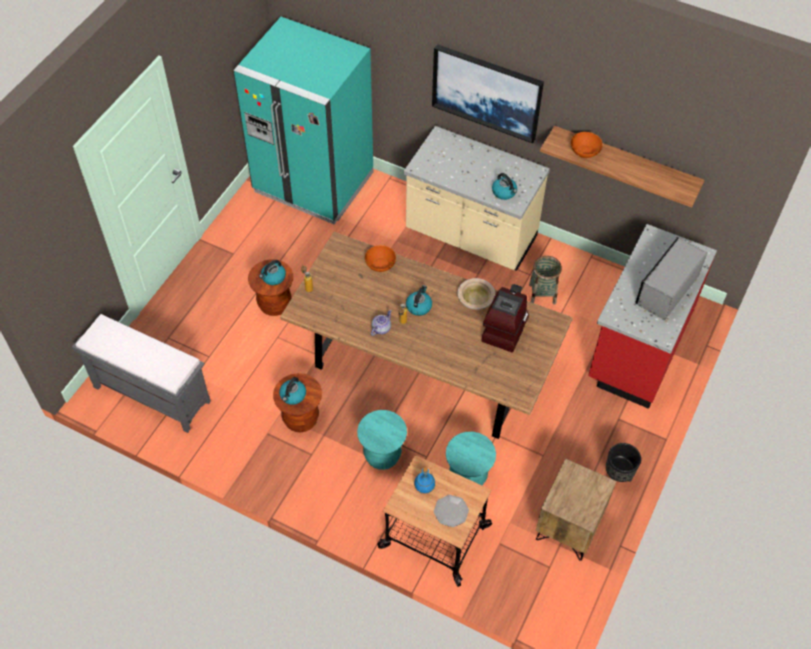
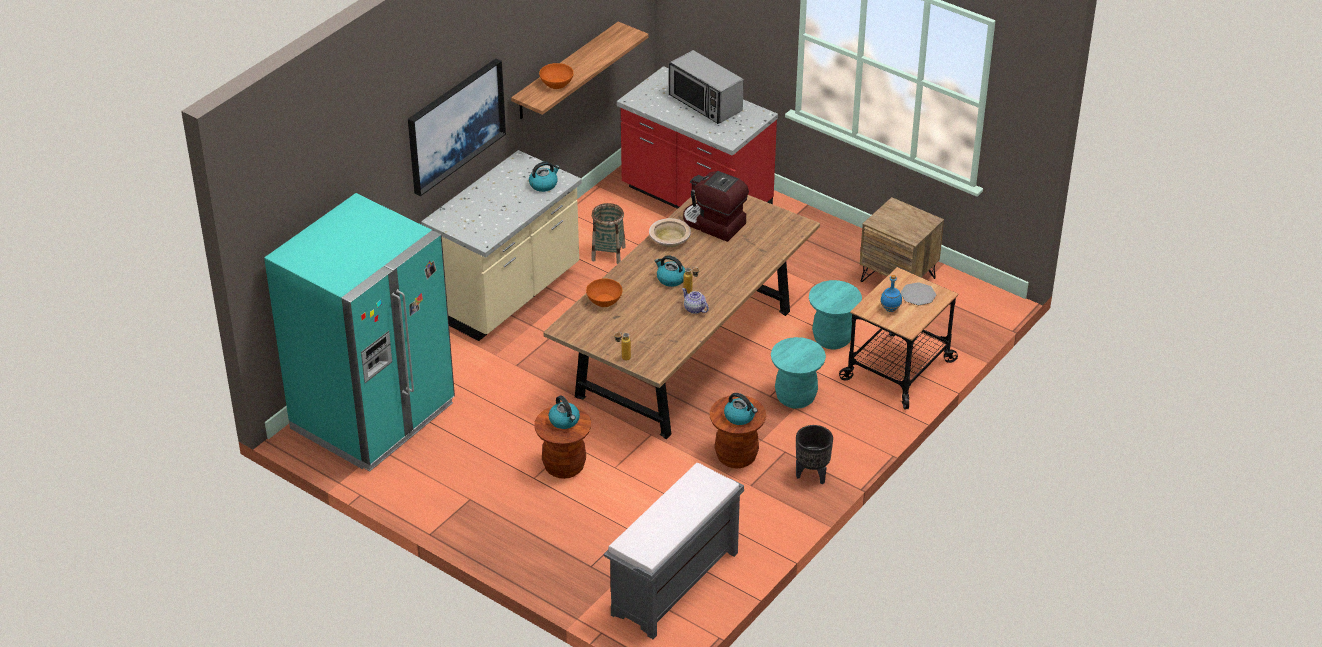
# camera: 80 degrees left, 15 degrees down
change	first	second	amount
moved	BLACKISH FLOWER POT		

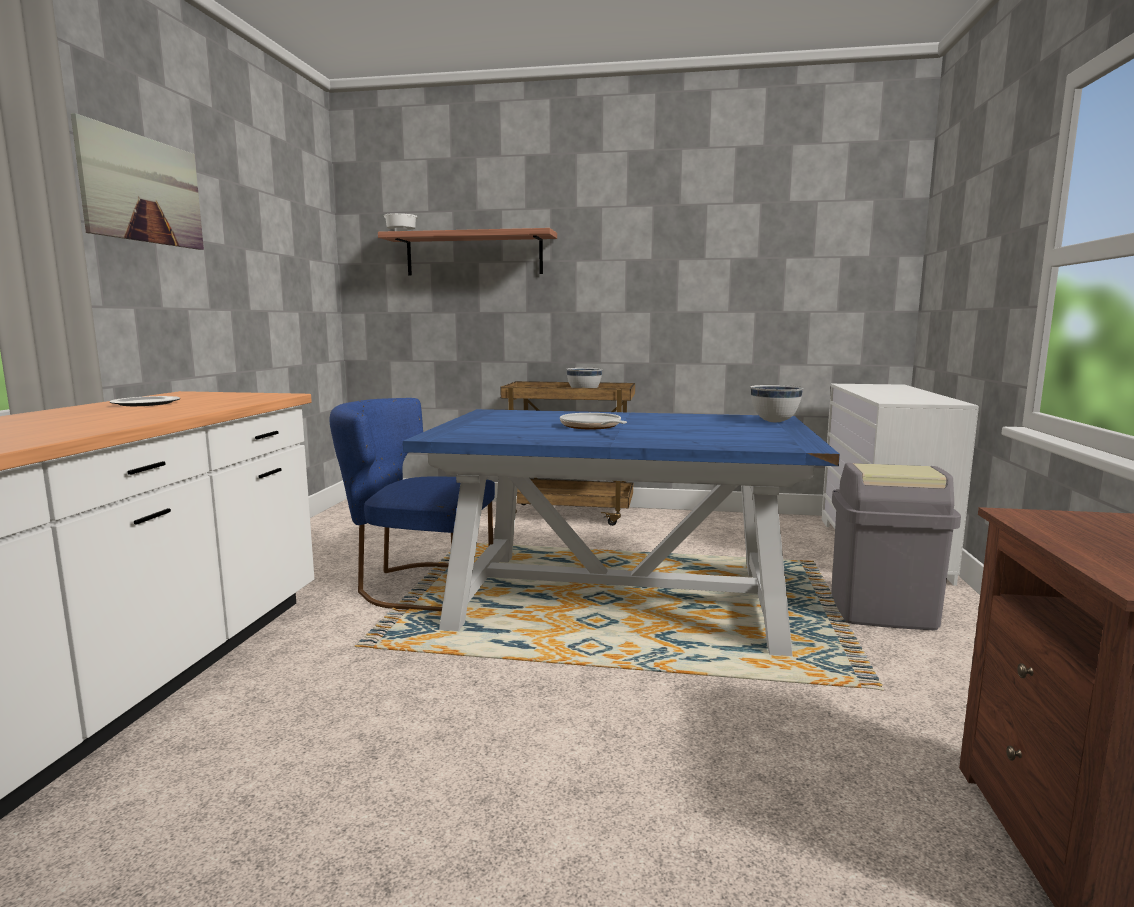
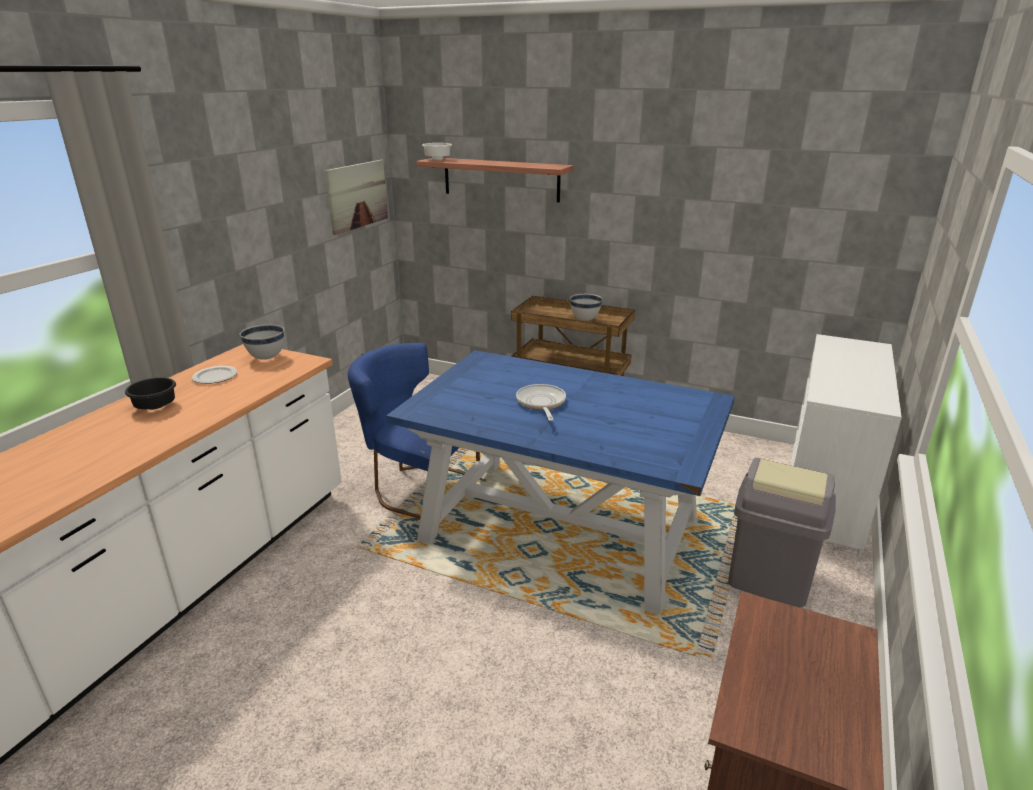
# camera: 15 degrees right, 15 degrees up
change	first	second	amount
moved	WALL ART		
moved	WHITE-COLOURED DEEP DISH (3rd from left in the first image)	WHITE-COLOURED DEEP DISH (1st from left)	
added		BLACKISH DEEP DISH	

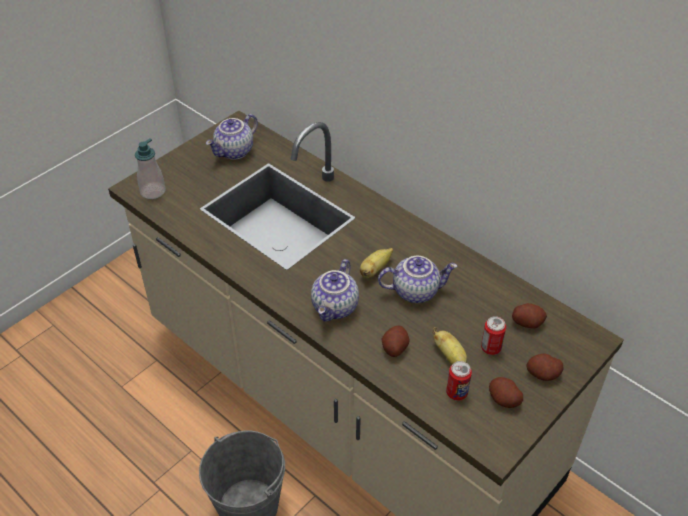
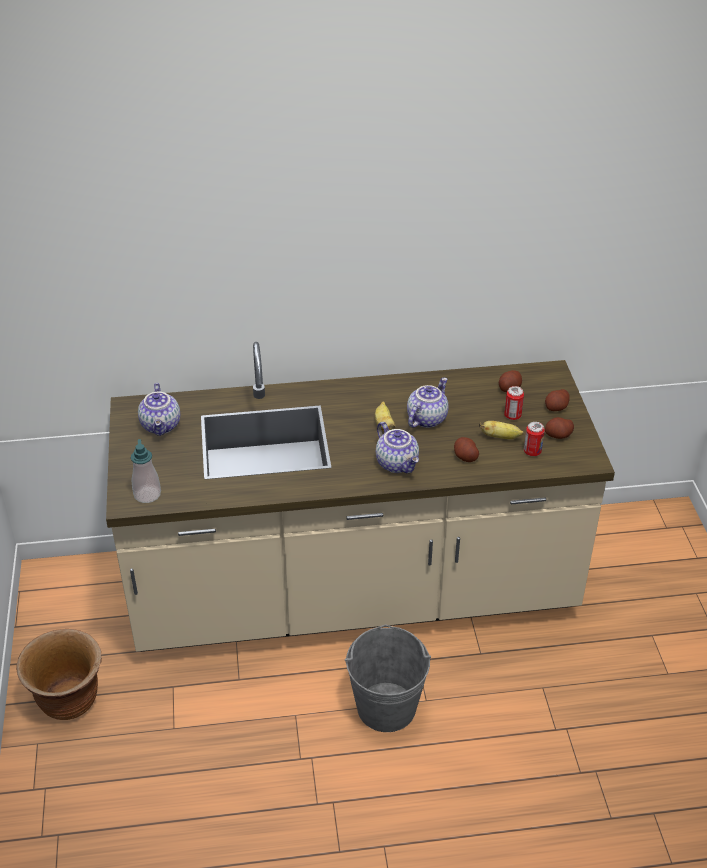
# camera: 50 degrees left, 5 degrees down
change	first	second	amount
added		BROWN-COLOURED FLOWER POT	

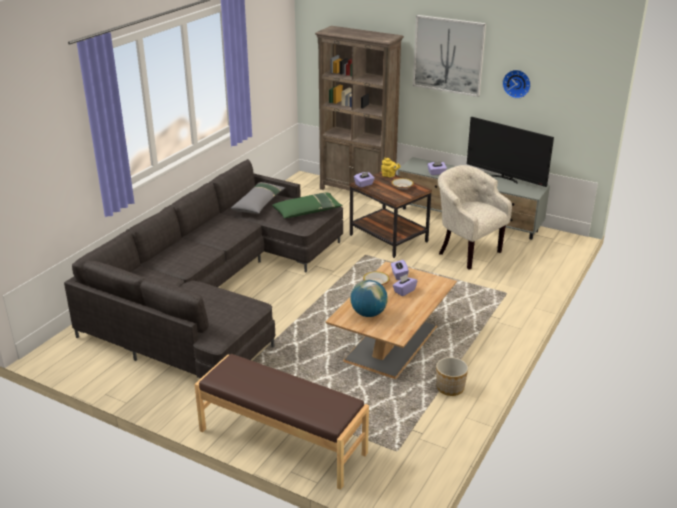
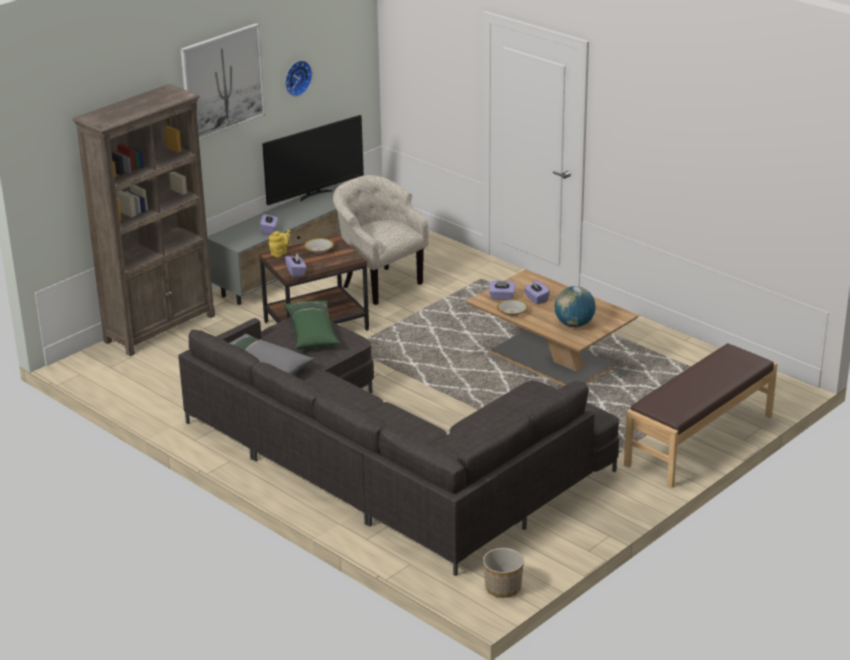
# camera: 75 degrees left, 0 degrees up
change	first	second	amount
turned	BEIGE EASY CHAIR		75 degrees clockwise
moved	FLOWER POT		

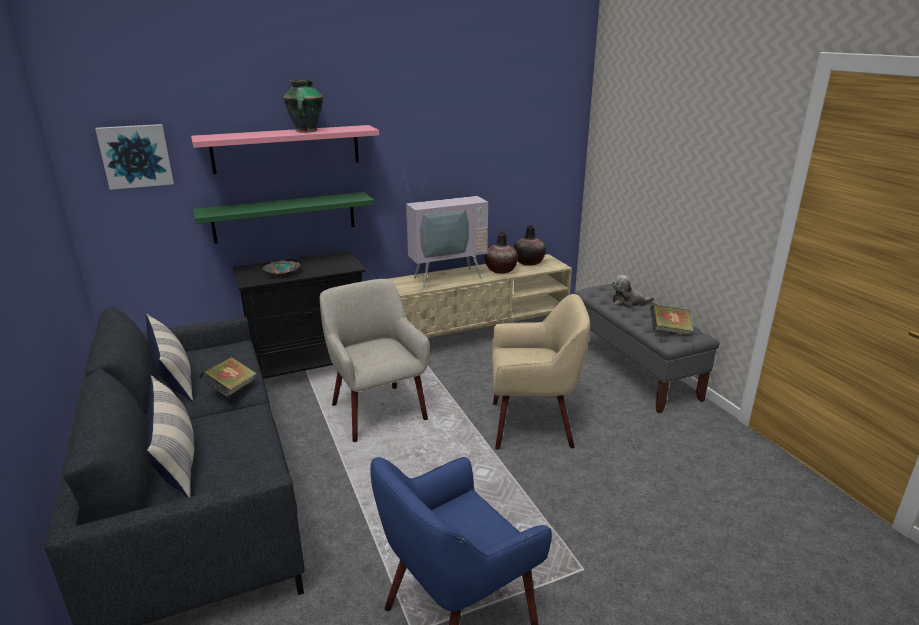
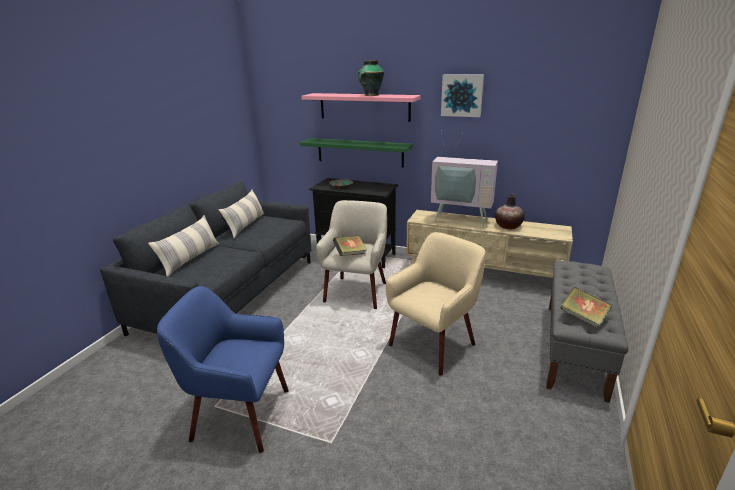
# camera: 45 degrees right, 0 degrees up
change	first	second	amount
moved	WALL ART		
removed	VASE (3rd from left)		
removed	CUDDLY TOY		
turned	BEIGE EASY CHAIR (2nd from left)		90 degrees counterclockwise
moved	BOUND BOOK (1st from left)		

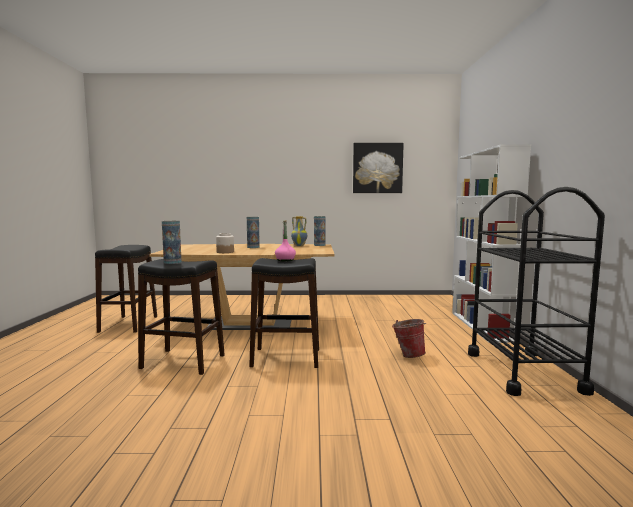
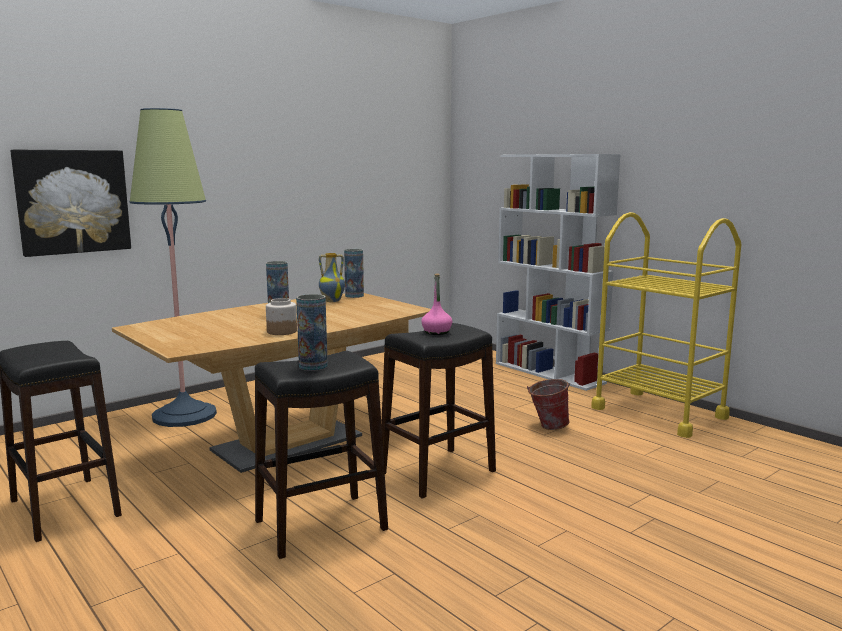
# camera: 40 degrees left, 5 degrees up
change	first	second	amount
moved	WALL ART		
recoloured	BLACKISH CART	YELLOW CART	
added		STANDARD LAMP	

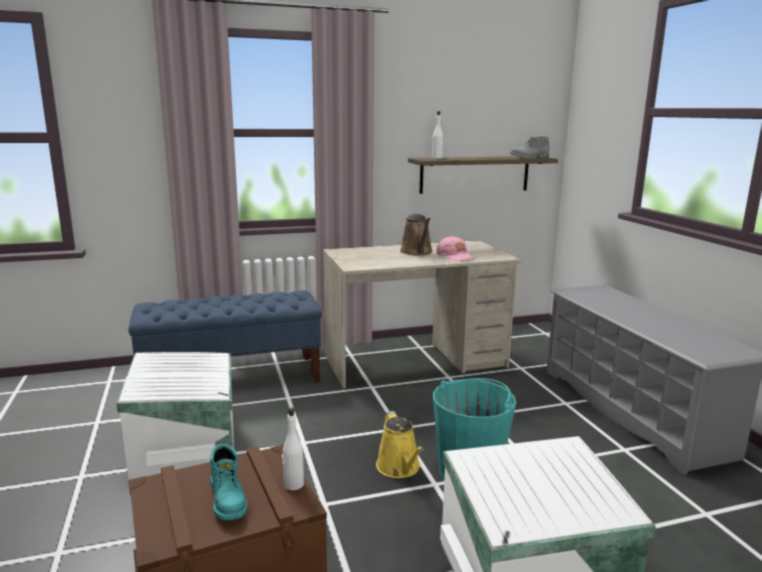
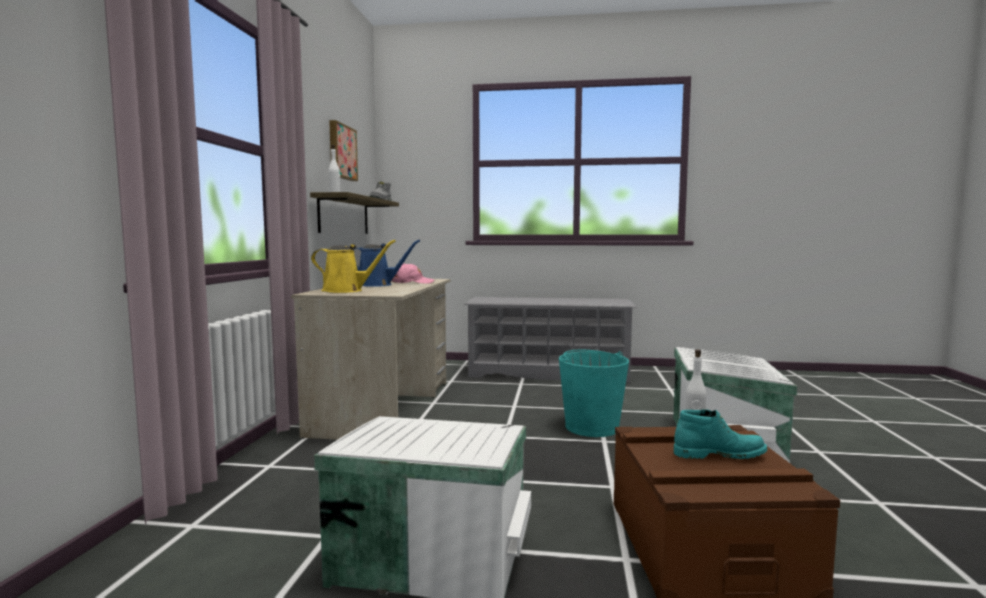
# camera: 65 degrees left, 10 degrees down
change	first	second	amount
recoloured	BROWN-COLOURED WATERING POT	BLUISH WATERING POT	
removed	BLUISH BENCH		
moved	YELLOW WATERING POT		
added		WALL ART	

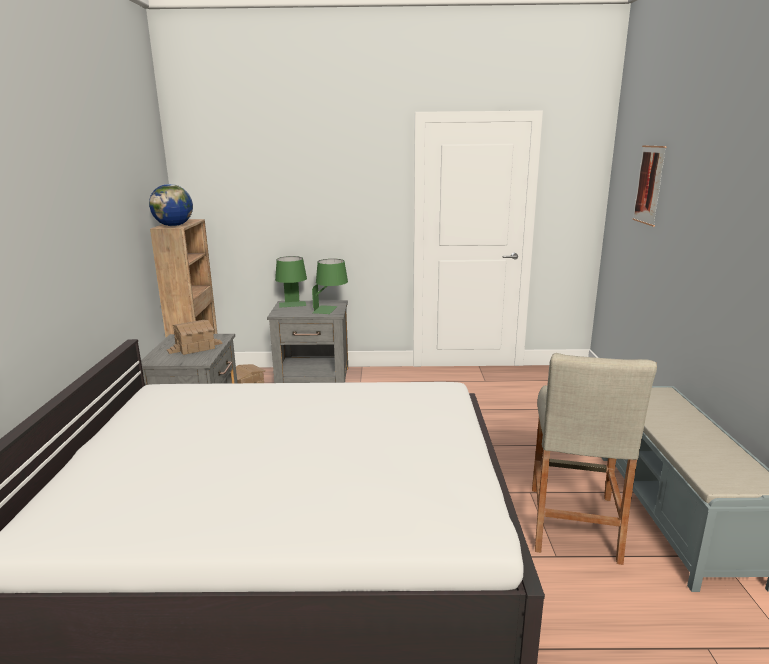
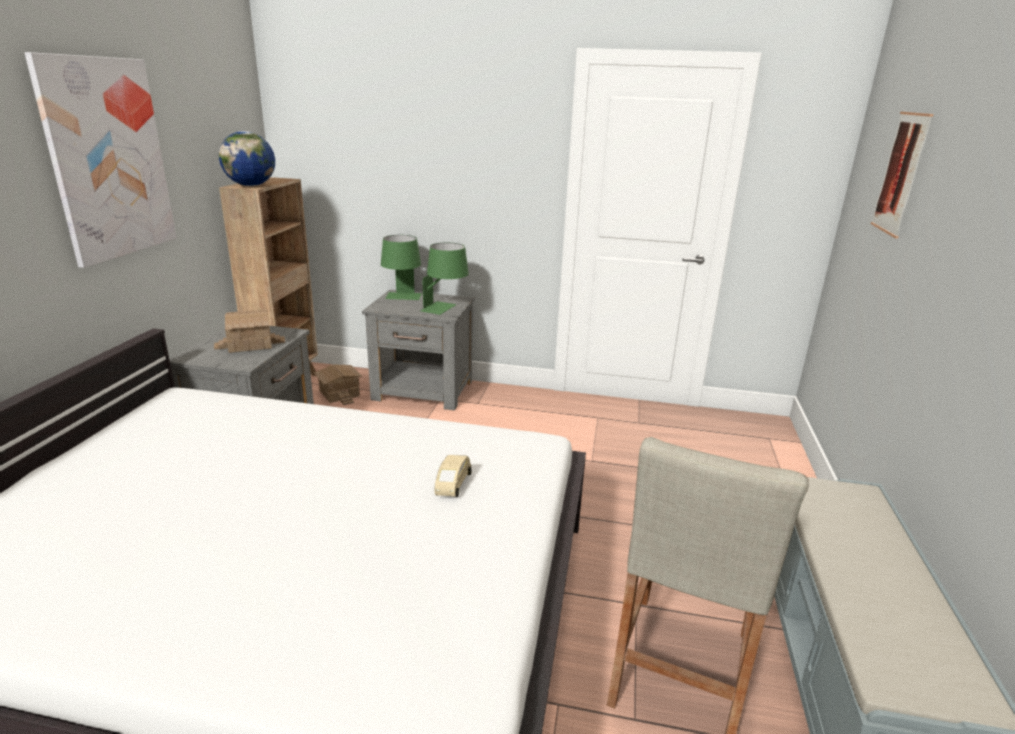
# camera: 10 degrees right, 5 degrees up
change	first	second	amount
added		WALL ART (1st from left)	
added		BEIGE MODEL CAR	

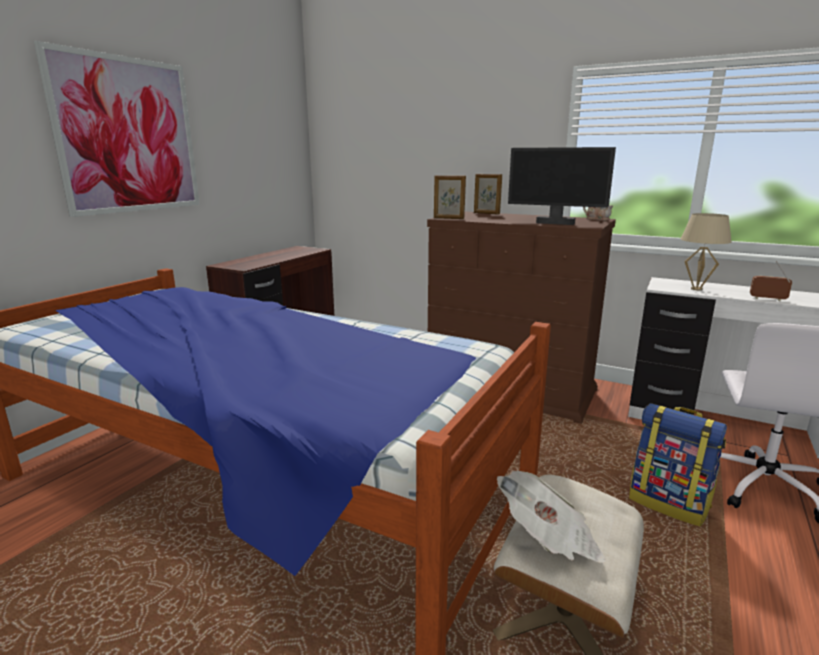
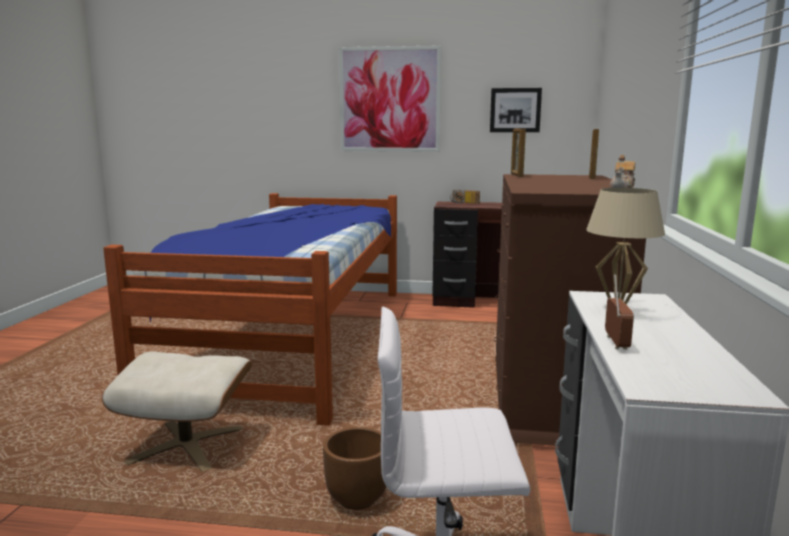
# camera: 70 degrees right, 5 degrees down
change	first	second	amount
removed	COMPUTER DISPLAY		
replaced	KNAPSACK	BROWN-COLOURED FLOWER POT	
removed	NEWSPAPER		
added		WALL ART (2nd from left)	
added		RADIO (1st from left)	

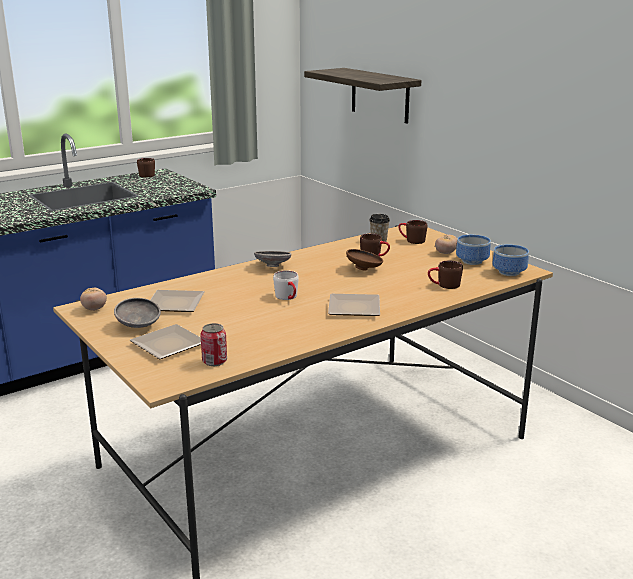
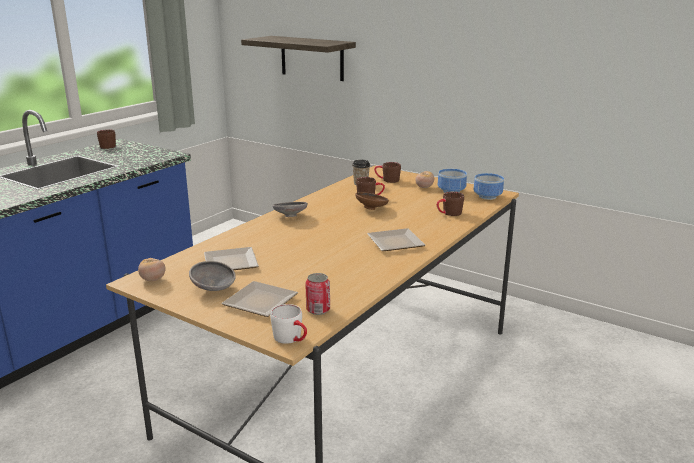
# camera: 20 degrees left, 0 degrees up
change	first	second	amount
moved	WHITE-COLOURED MUG		

